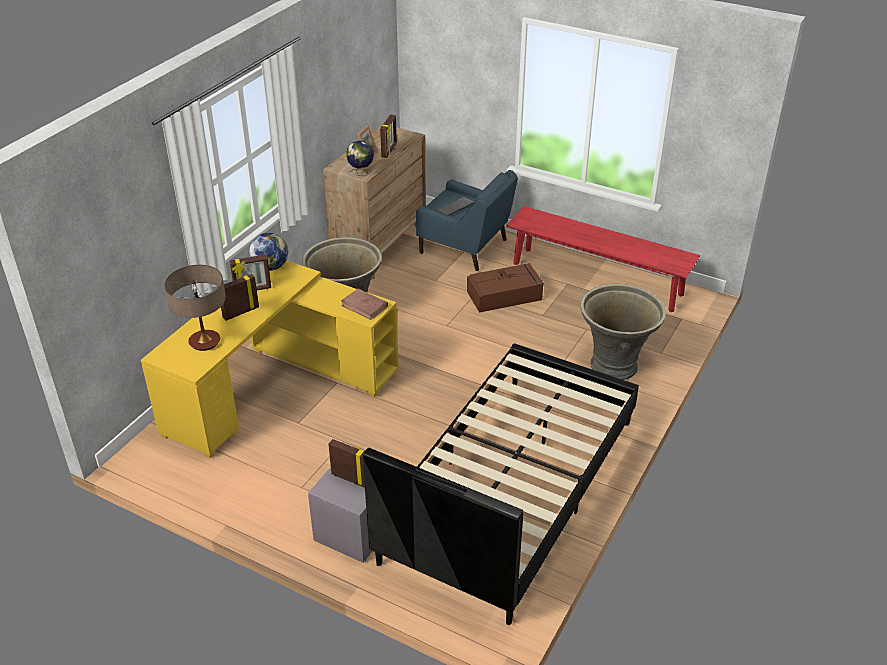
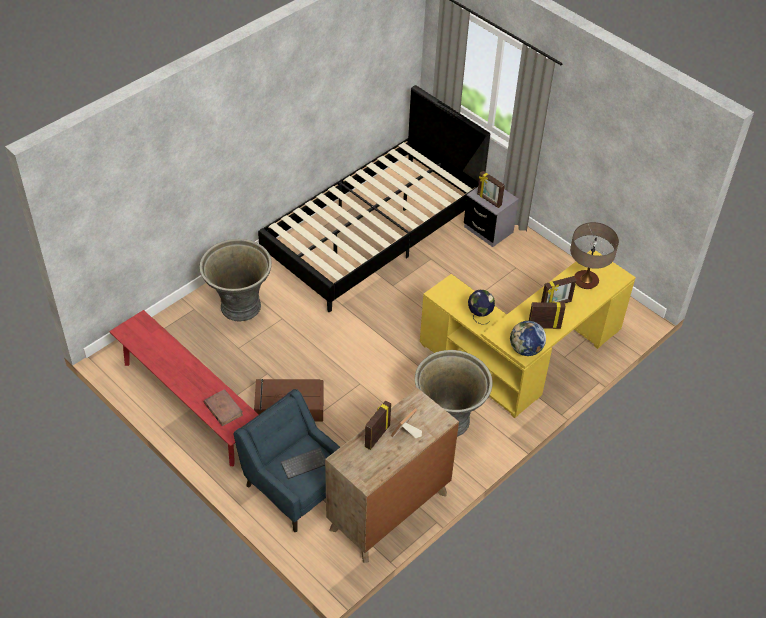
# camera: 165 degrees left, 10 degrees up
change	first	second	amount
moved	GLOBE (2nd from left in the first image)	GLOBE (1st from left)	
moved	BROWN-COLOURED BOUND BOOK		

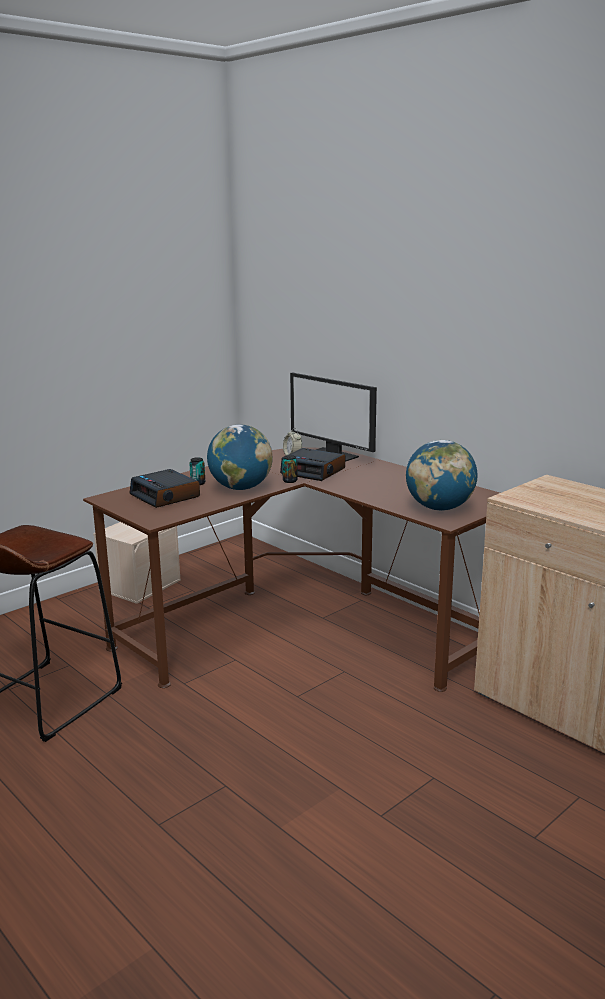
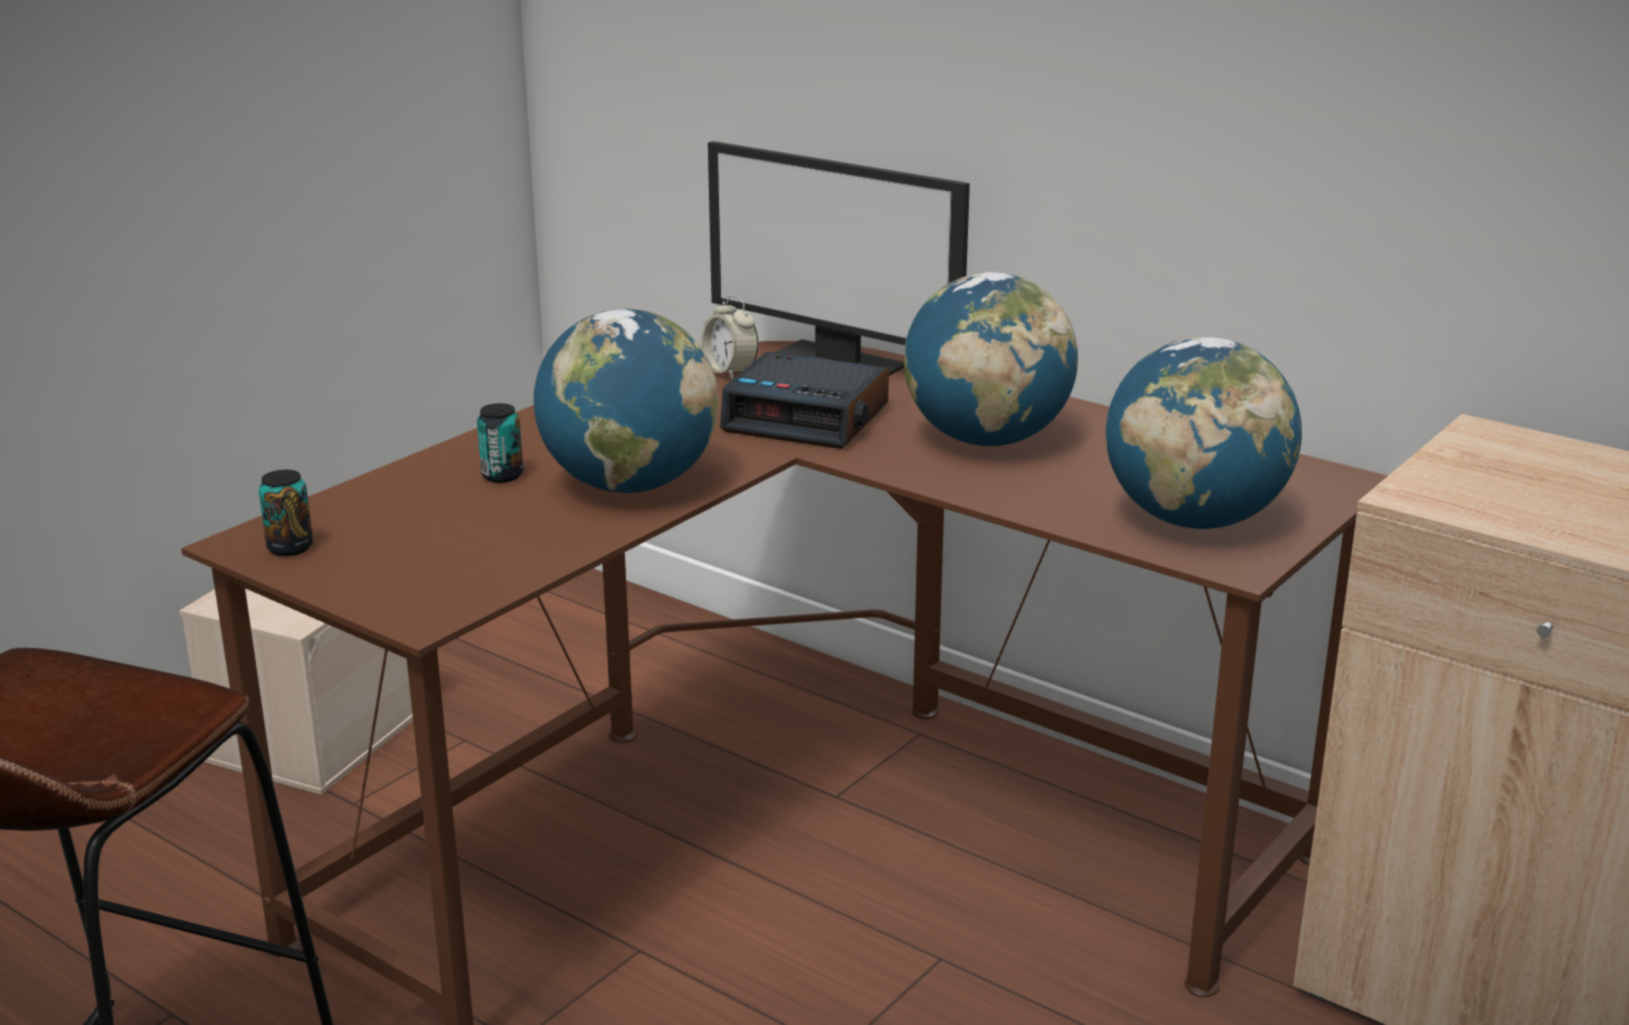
# camera: 10 degrees left, 5 degrees up
change	first	second	amount
moved	SEALED CAN (2nd from left in the first image)	SEALED CAN (1st from left)	
removed	BEDSIDE CLOCK (1st from left)		
added		GLOBE (2nd from left)	

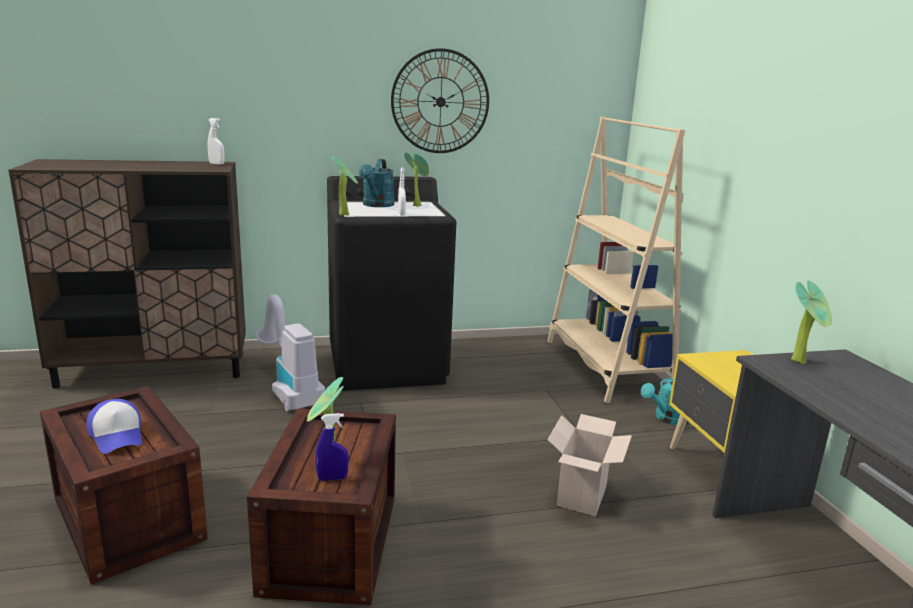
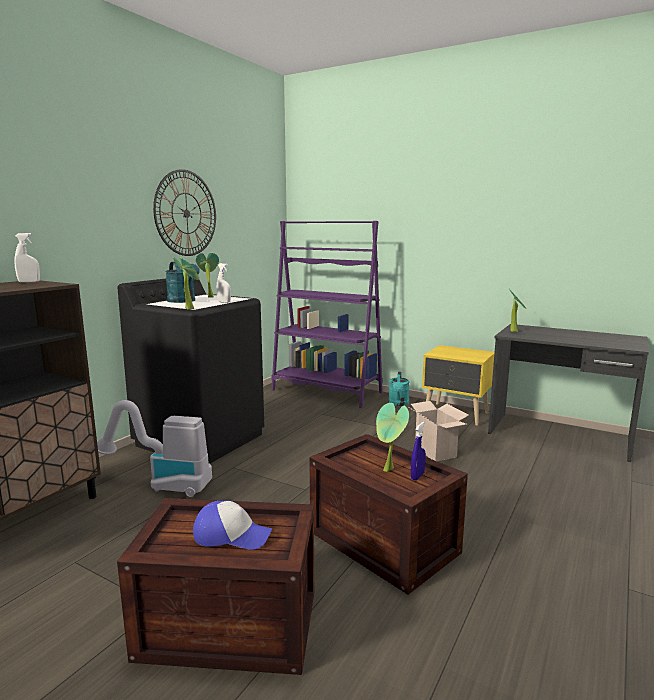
# camera: 45 degrees left, 5 degrees down
change	first	second	amount
recoloured	BEIGE BOOKSHELF	PURPLISH BOOKSHELF	

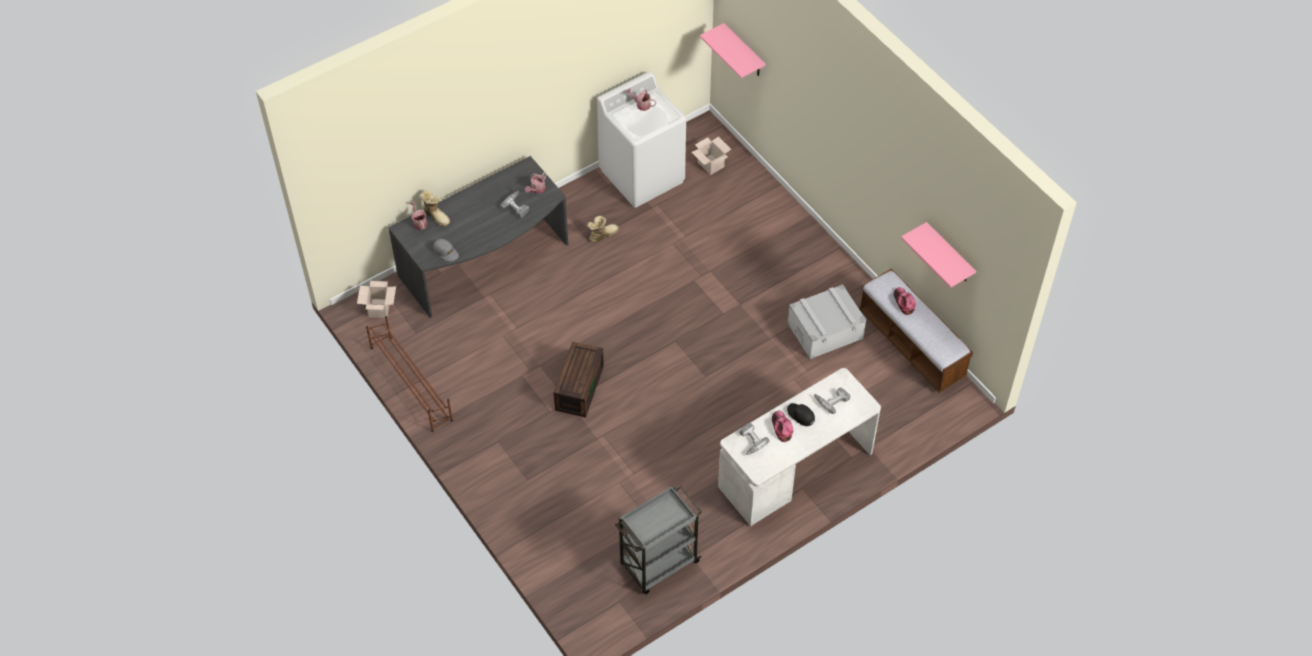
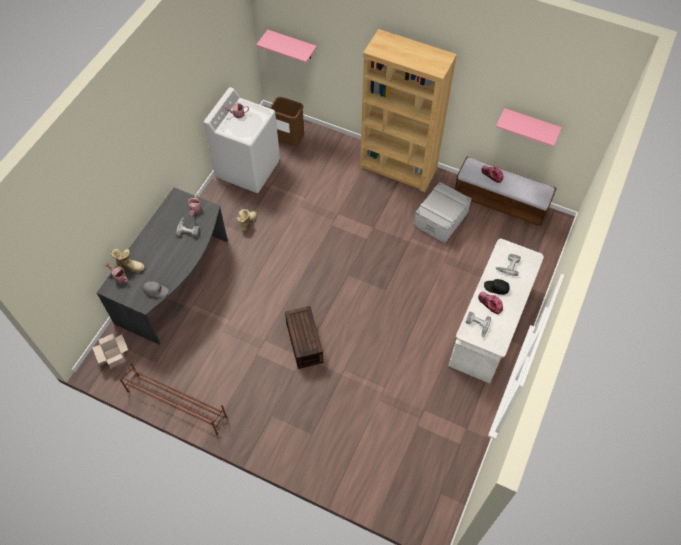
# camera: 30 degrees left, 5 degrees up
change	first	second	amount
replaced	PACKING BOX (2nd from left)	BROWN-COLOURED WASTE BIN	
removed	GREYISH CART		
added		BROWN-COLOURED BOOKSHELF	

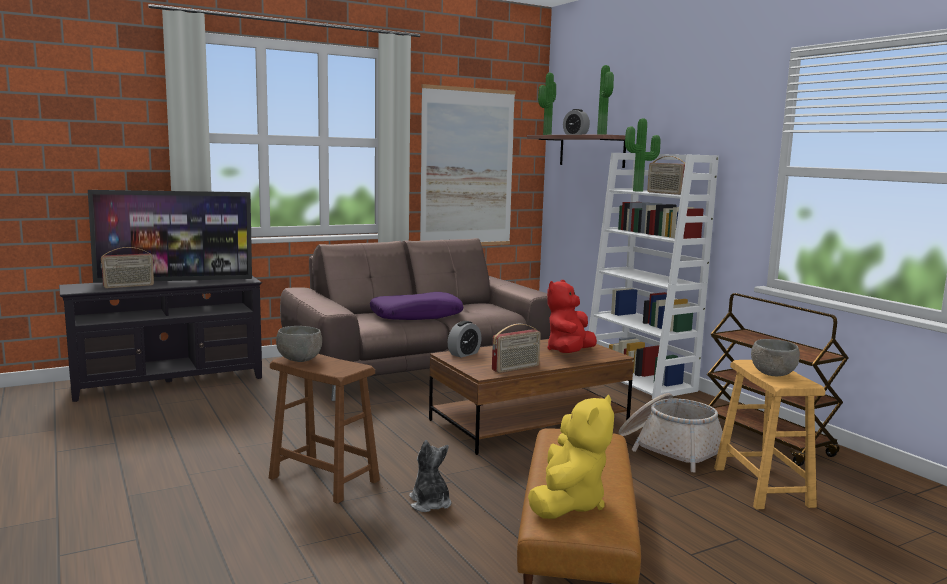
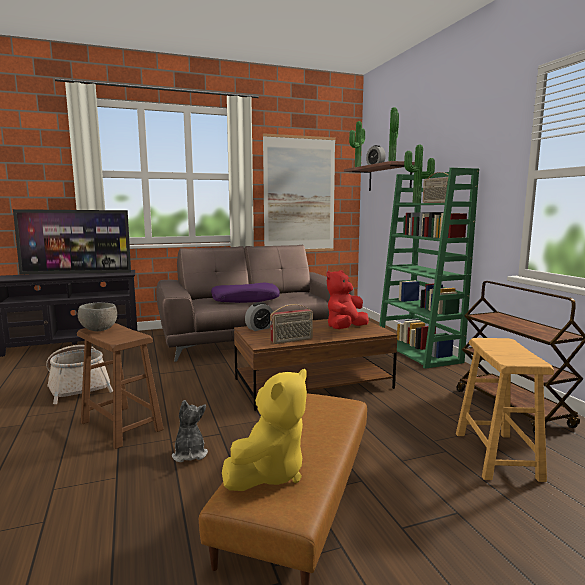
# camera: 10 degrees right, 0 degrees up
change	first	second	amount
recoloured	WHITE-COLOURED BOOKSHELF	GREEN-COLOURED BOOKSHELF	
removed	RADIO (1st from left)		
removed	GREYISH DEEP DISH (2nd from left)		
moved	BASKET		

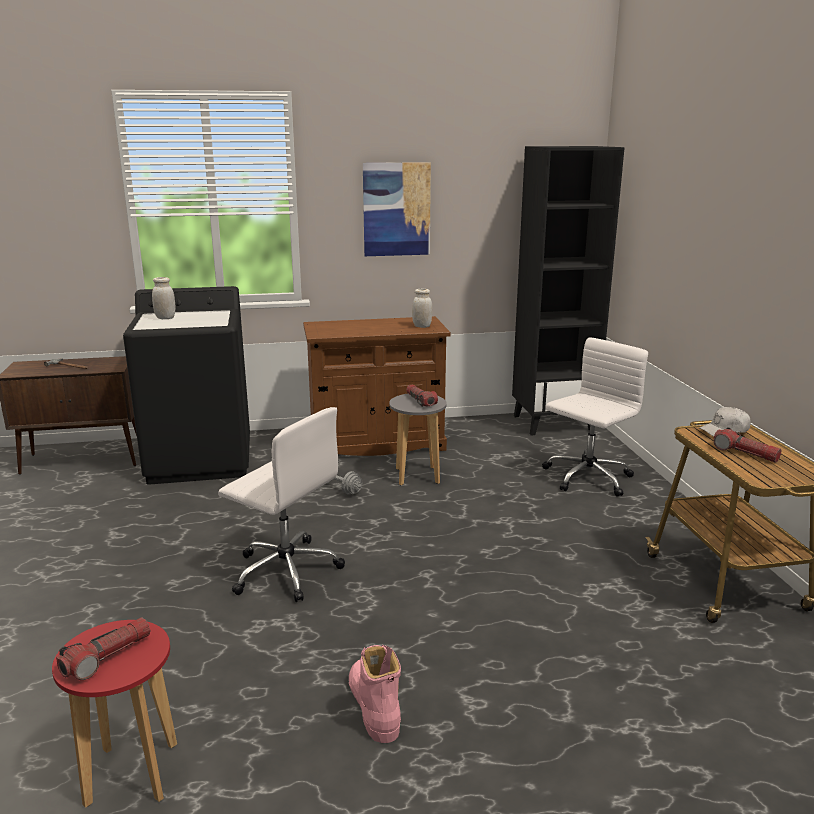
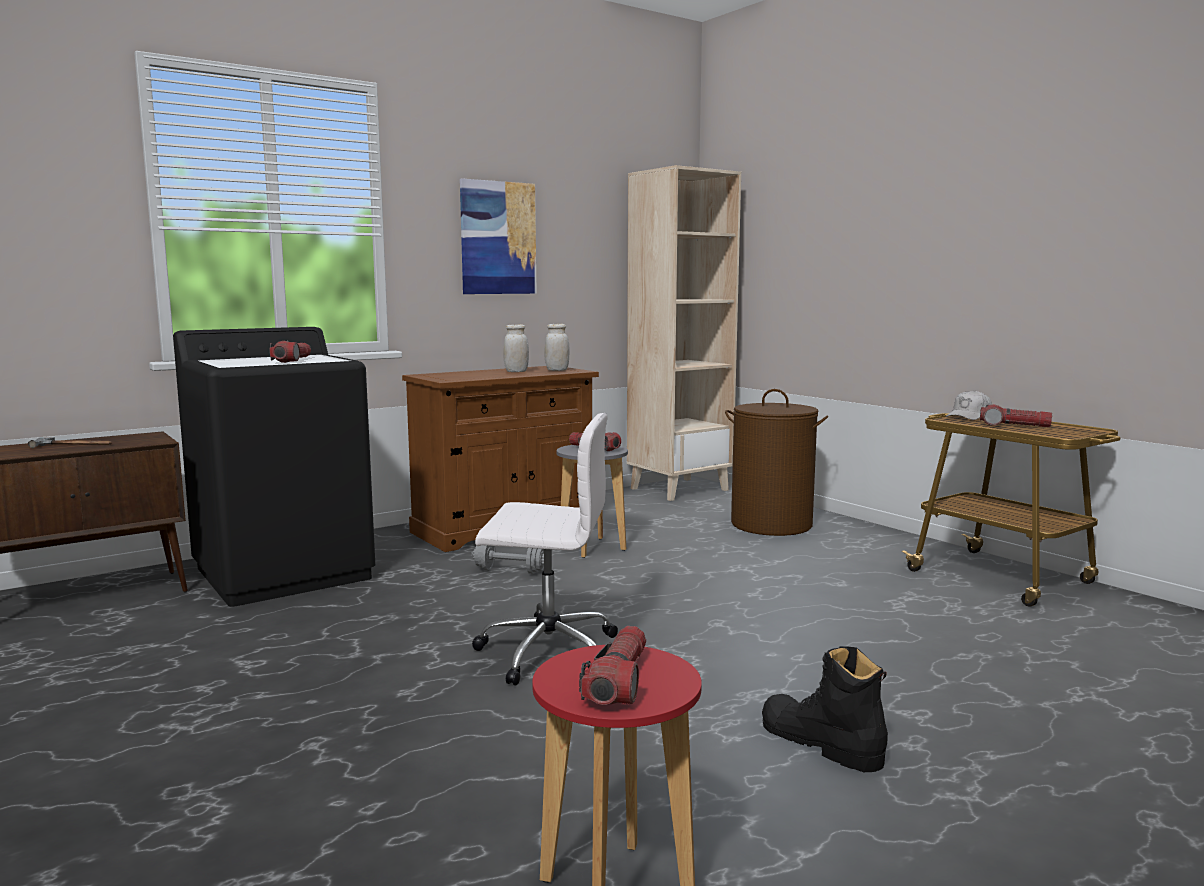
# camera: 25 degrees left, 10 degrees down
change	first	second	amount
recoloured	BLACKISH BOOKSHELF	BEIGE BOOKSHELF	
moved	WHITE-COLOURED STORAGE JAR (1st from left)		
replaced	WHITE-COLOURED OFFICE CHAIR (2nd from left)	BROWN-COLOURED WASHING BASKET	
recoloured	PINK-COLOURED BOOT	BLACKISH BOOT	
added		HAND TORCH (1st from left)	

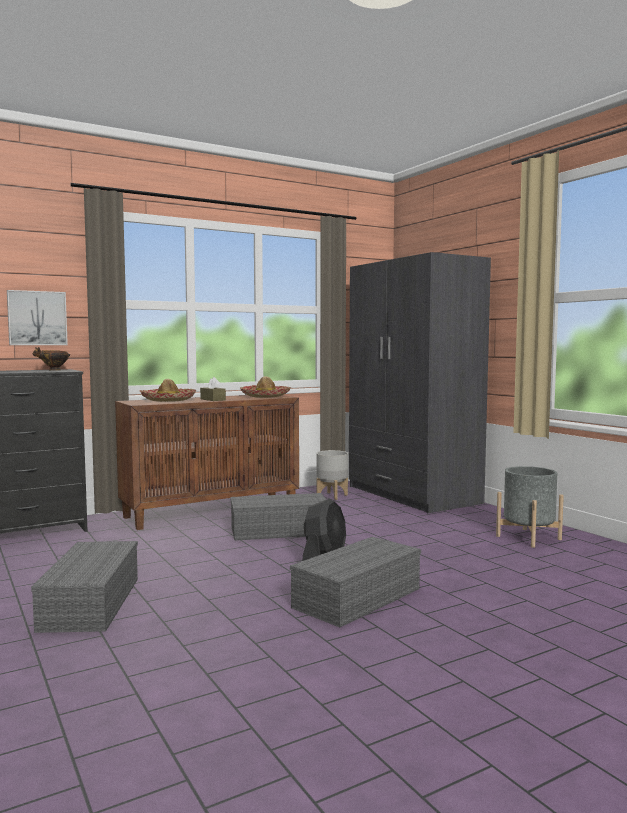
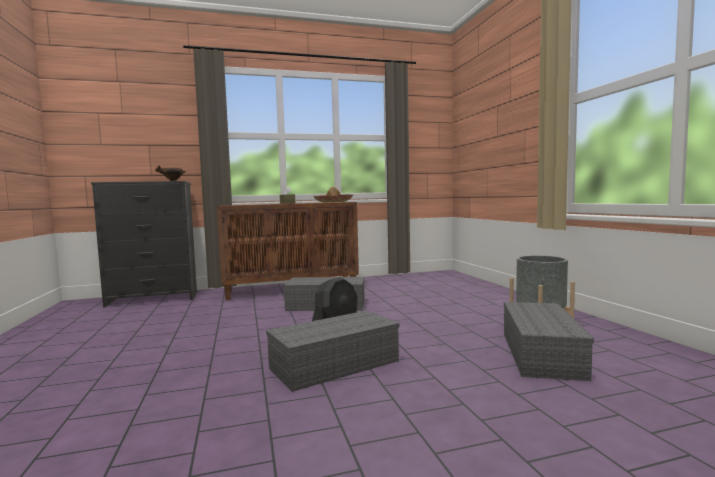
# camera: 15 degrees right, 0 degrees up
change	first	second	amount
removed	GREYISH WARDROBE		
removed	WALL ART		
removed	HAT (1st from left)		
removed	GREYISH FLOWER POT (1st from left)		
moved	GREYISH STORAGE BIN (1st from left in the first image)	GREYISH STORAGE BIN (3rd from left)	

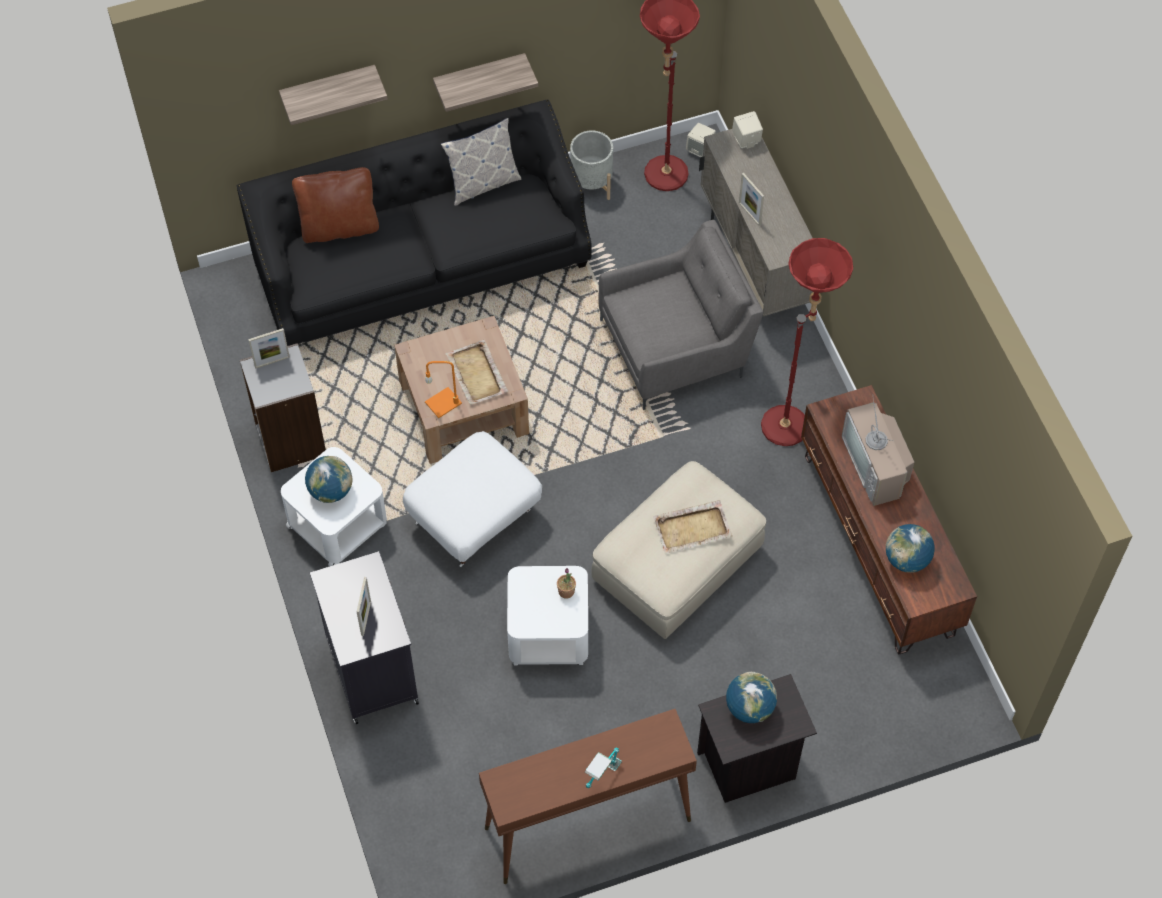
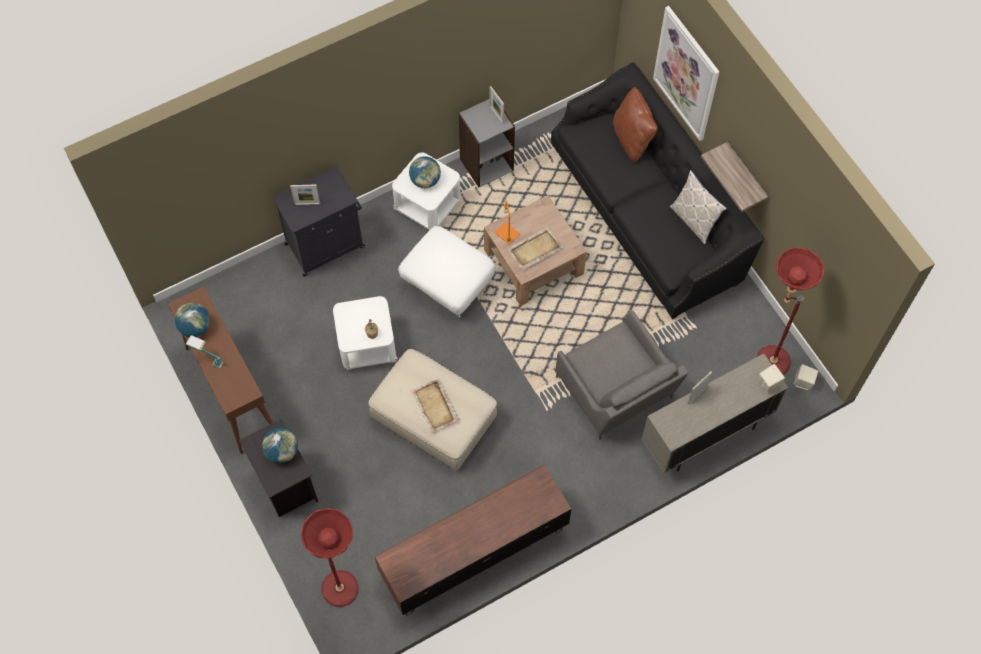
# camera: 80 degrees right, 5 degrees up
change	first	second	amount
replaced	WALL SHELF (1st from left)	WALL ART	
removed	GREYISH FLOWER POT		
moved	RED STANDARD LAMP (2nd from left in the first image)	RED STANDARD LAMP (1st from left)	
removed	TELEVISION		
moved	GLOBE (3rd from left in the first image)	GLOBE (1st from left)	

